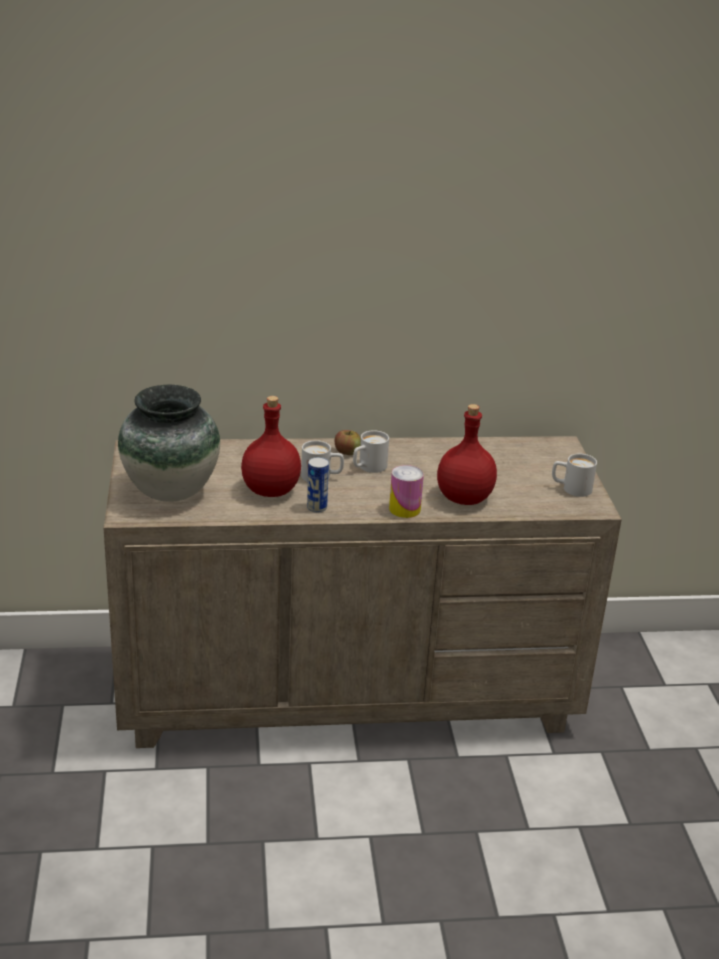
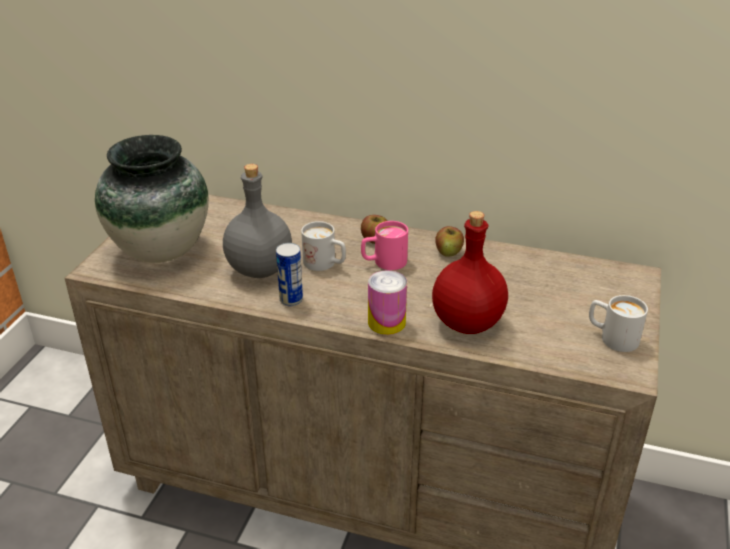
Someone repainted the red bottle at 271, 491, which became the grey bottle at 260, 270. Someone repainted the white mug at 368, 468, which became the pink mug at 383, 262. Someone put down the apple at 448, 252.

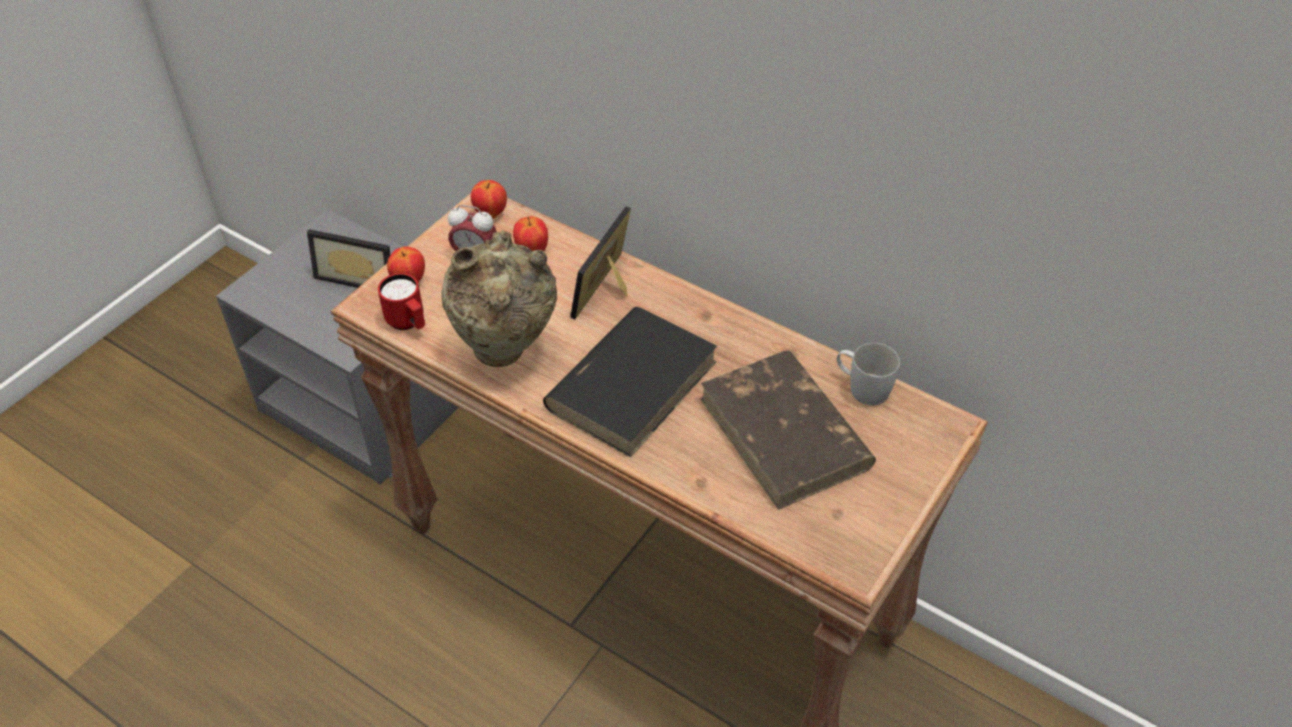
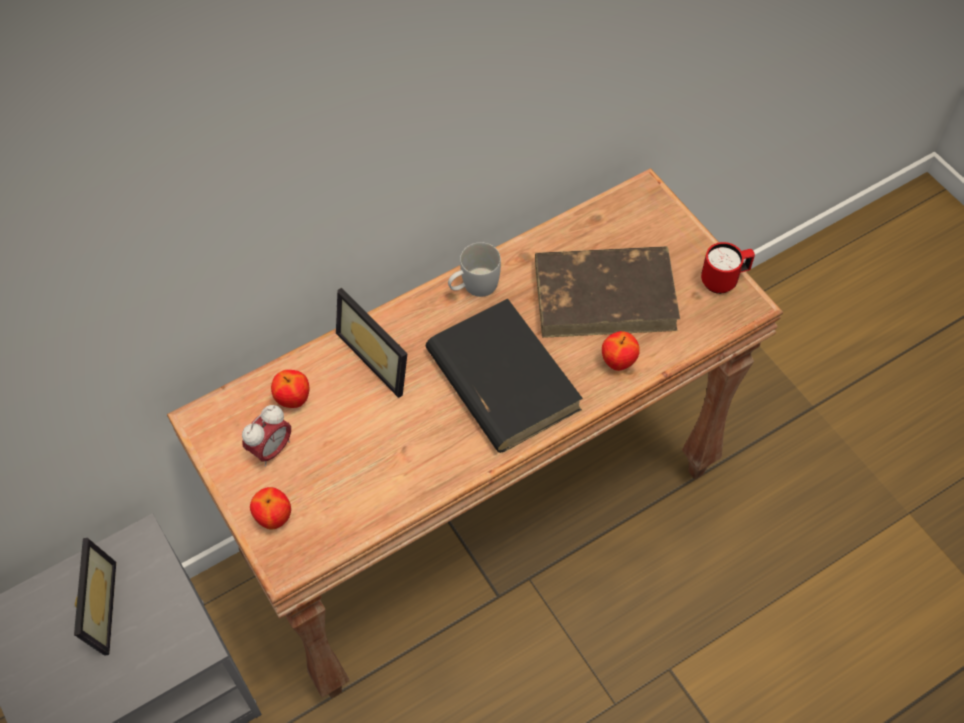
Someone rotated the picture frame at 359, 276 by 45 degrees counterclockwise. Someone carried the red mug from 408, 323 to 724, 280. Someone took away the beige vase at 506, 353. Someone carried the apple from 490, 214 to 618, 362. Someone carried the white mug from 861, 387 to 473, 286.

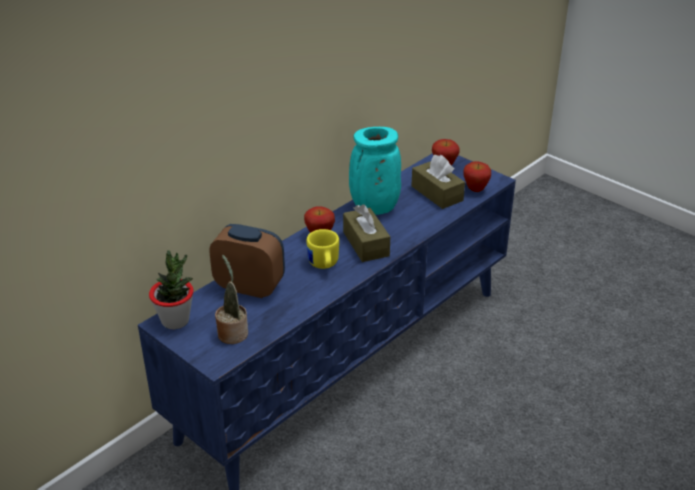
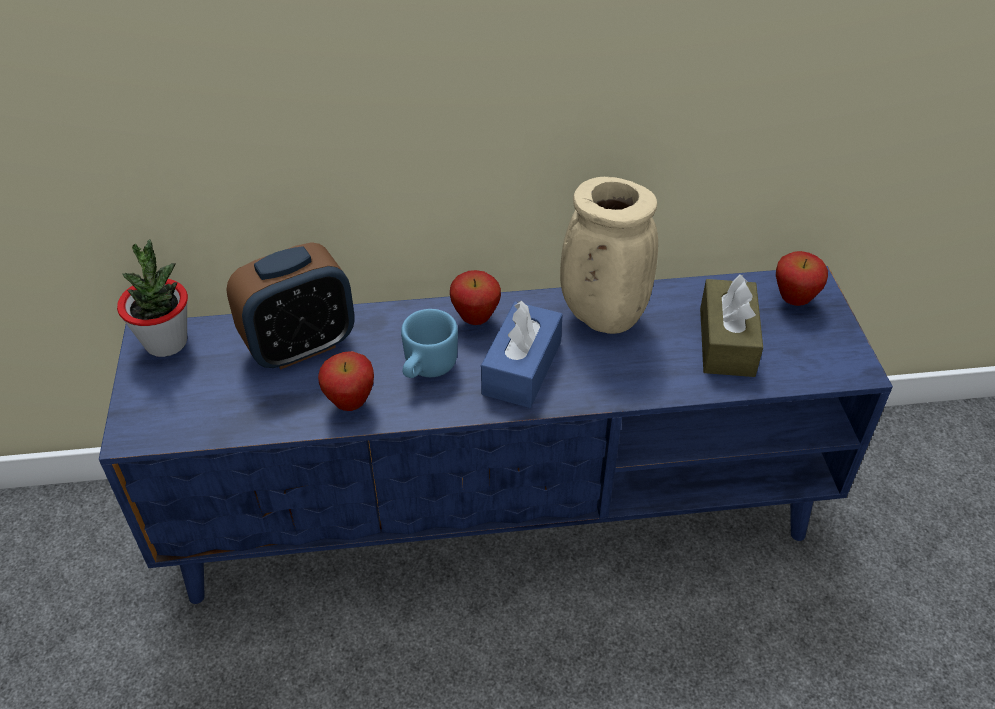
Someone rotated the alarm clock at 250, 287 by 90 degrees clockwise. Someone took away the potted plant at 232, 332. Someone repainted the yellow mug at 323, 265, which became the blue mug at 426, 369. Someone repainted the brown tissue box at 366, 244, which became the blue tissue box at 522, 368. Someone repainted the turquoise vase at 373, 209, which became the beige vase at 600, 317. Someone carried the apple from 475, 190 to 350, 403.

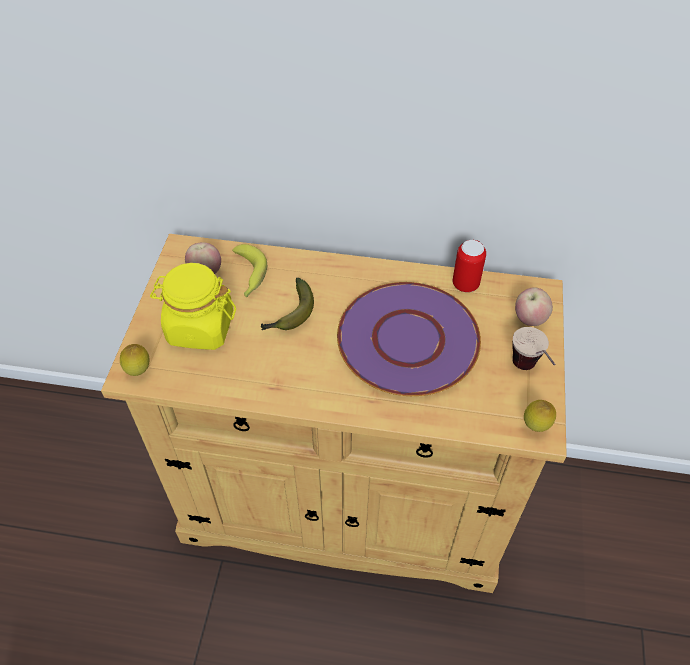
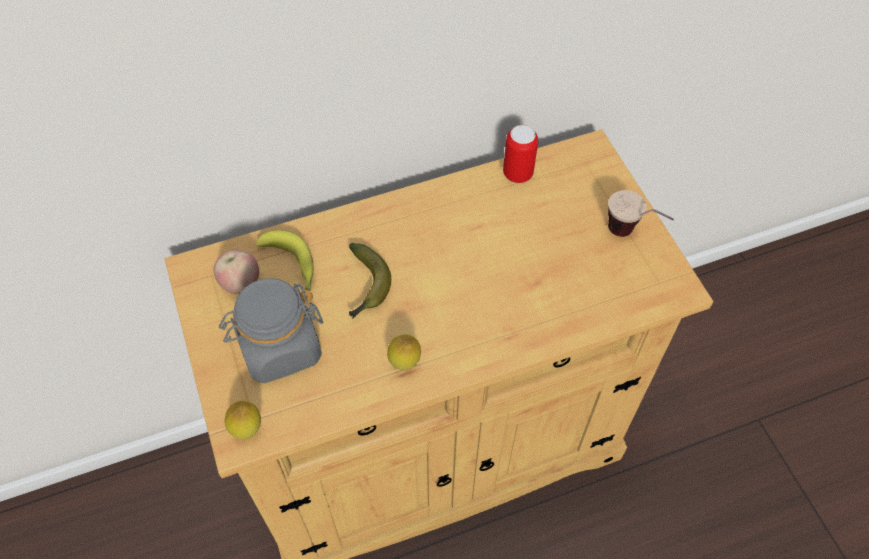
Someone repainted the yellow jar at 200, 328, which became the grey jar at 279, 348. Someone took away the purple plate at 407, 340. Someone took away the apple at 529, 319. Someone carried the lemon from 535, 427 to 404, 363.

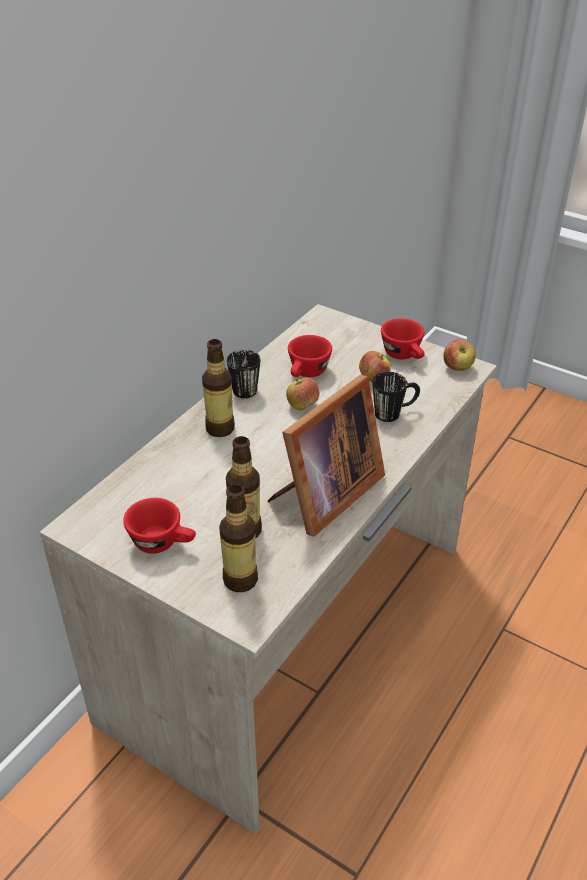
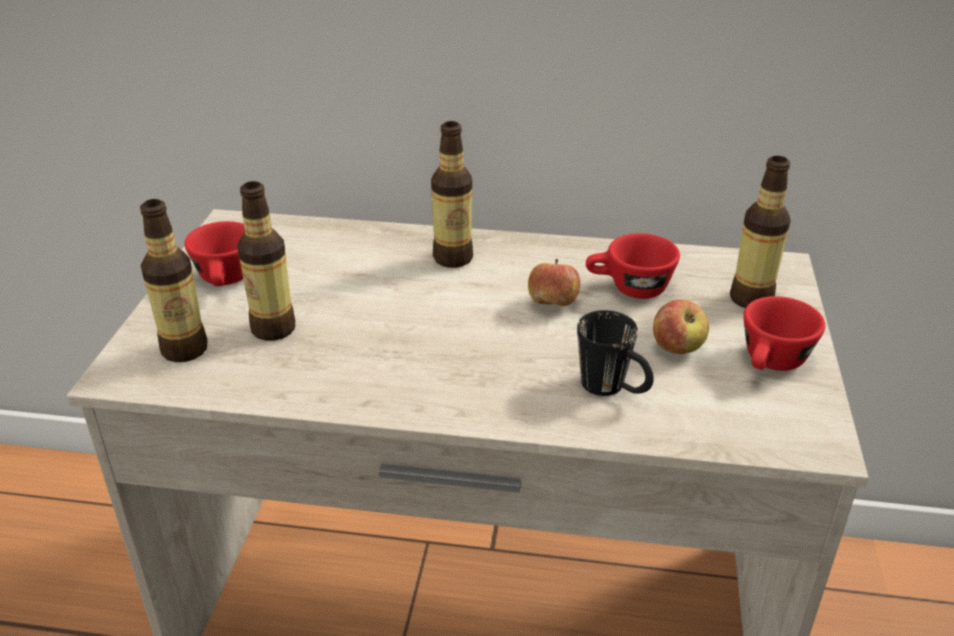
Someone took away the black mug at 245, 386. Someone took away the picture frame at 324, 496. Someone took away the apple at 457, 368. Someone put down the bottle at 750, 299.

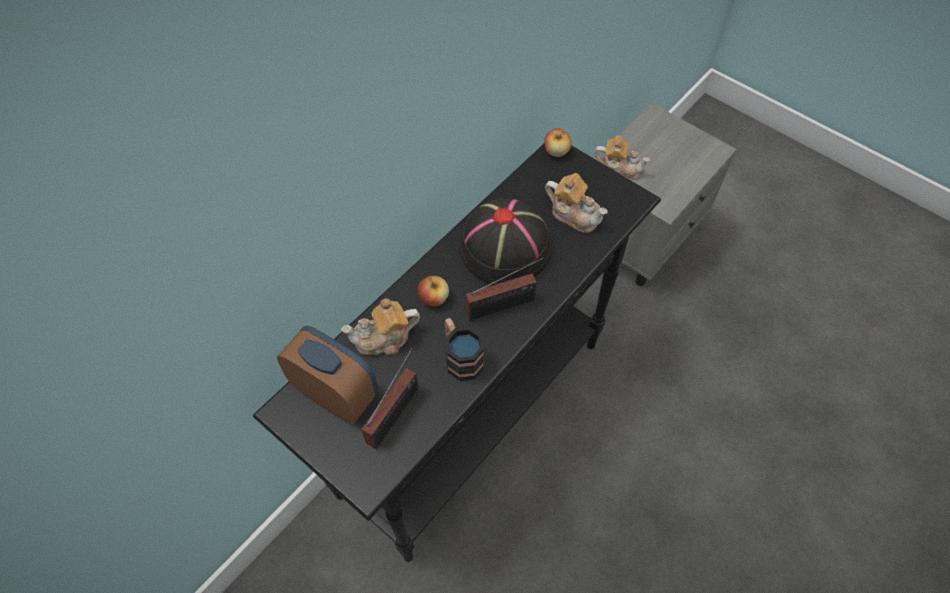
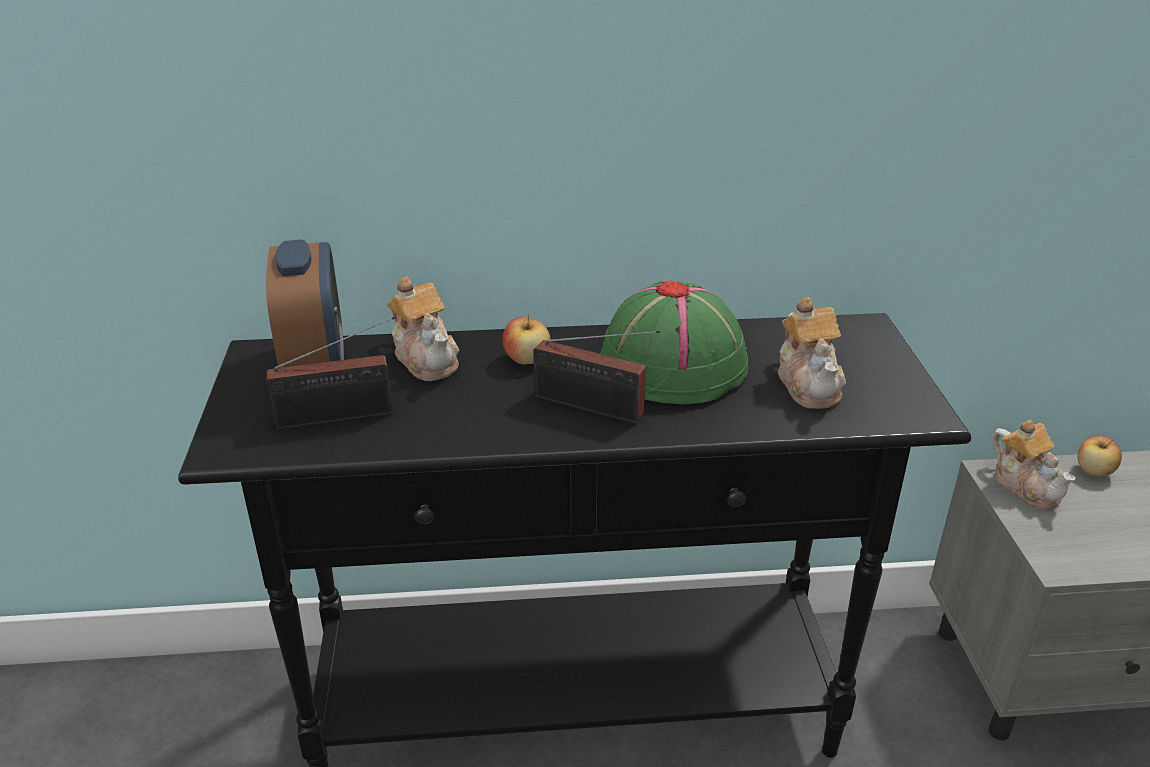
Someone rotated the teapot at 384, 339 by 150 degrees counterclockwise. Someone took away the mug at 460, 357. Someone repainted the black hat at 505, 248, which became the green hat at 673, 365. Someone carried the apple from 556, 151 to 1094, 471.

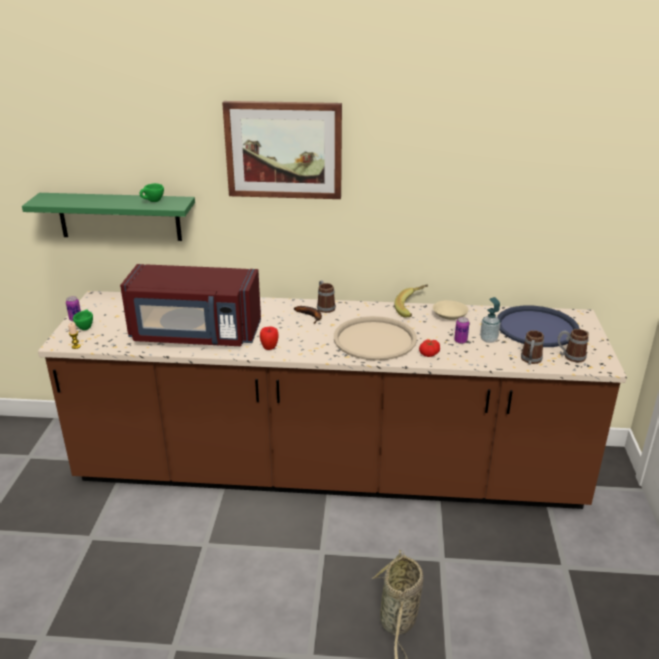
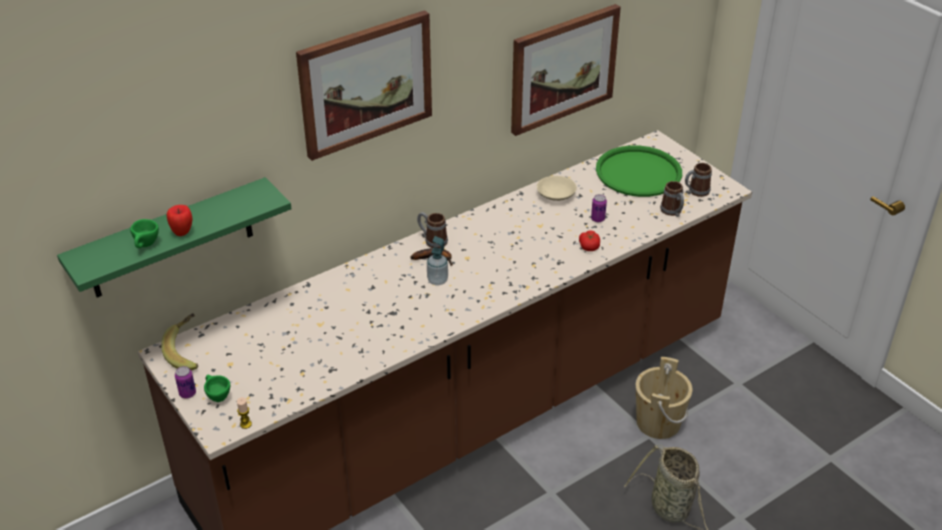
Someone took away the red microwave at 195, 334. Someone carried the green cup from 152, 202 to 146, 246. Someone carried the apple from 269, 348 to 182, 233. Someone took away the beige tray at 375, 339. Someone carried the banana from 412, 309 to 188, 352. Someone carried the soap dispenser from 488, 339 to 437, 280. Someone repainted the blue tray at 536, 327, which became the green tray at 638, 172. Someone put up the picture at 563, 68. Someone put down the beige bucket at 658, 422.

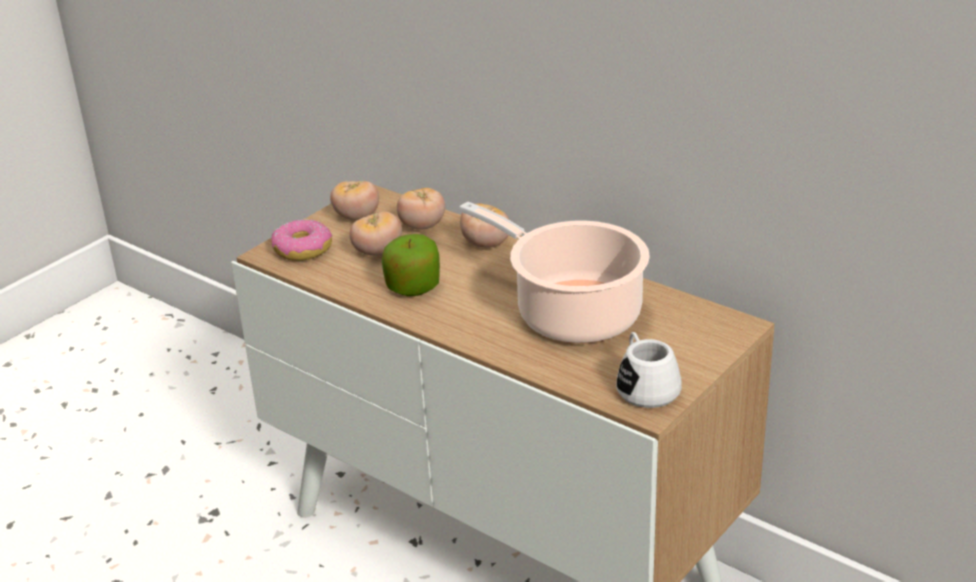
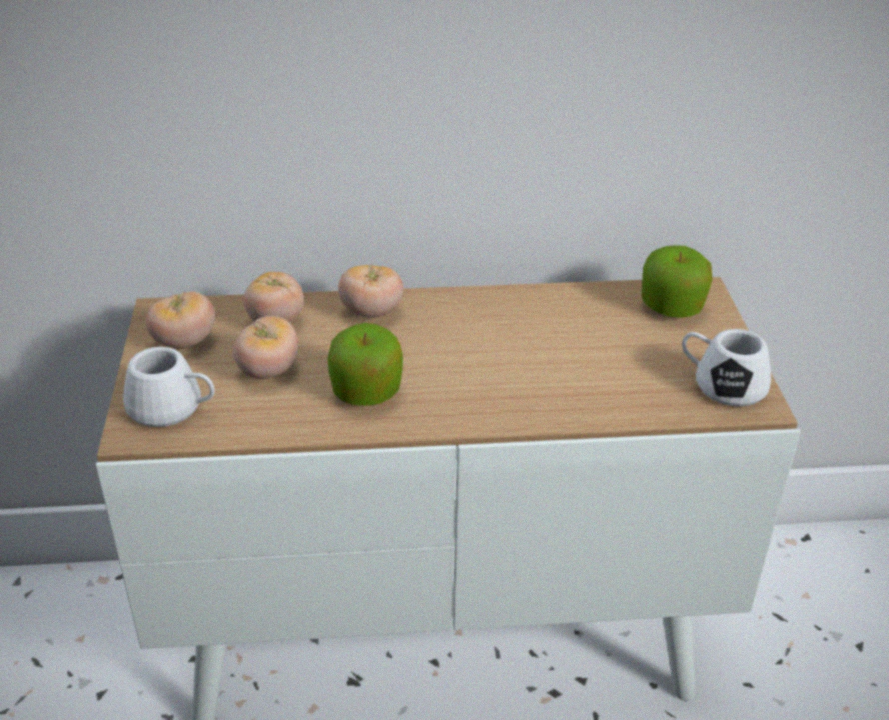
Someone swapped the donut at 302, 250 for the white mug at 173, 408. Someone took away the cooking pot at 571, 313. Someone put down the apple at 671, 307.

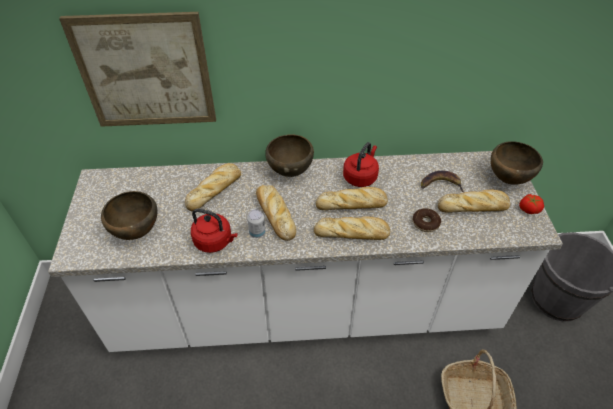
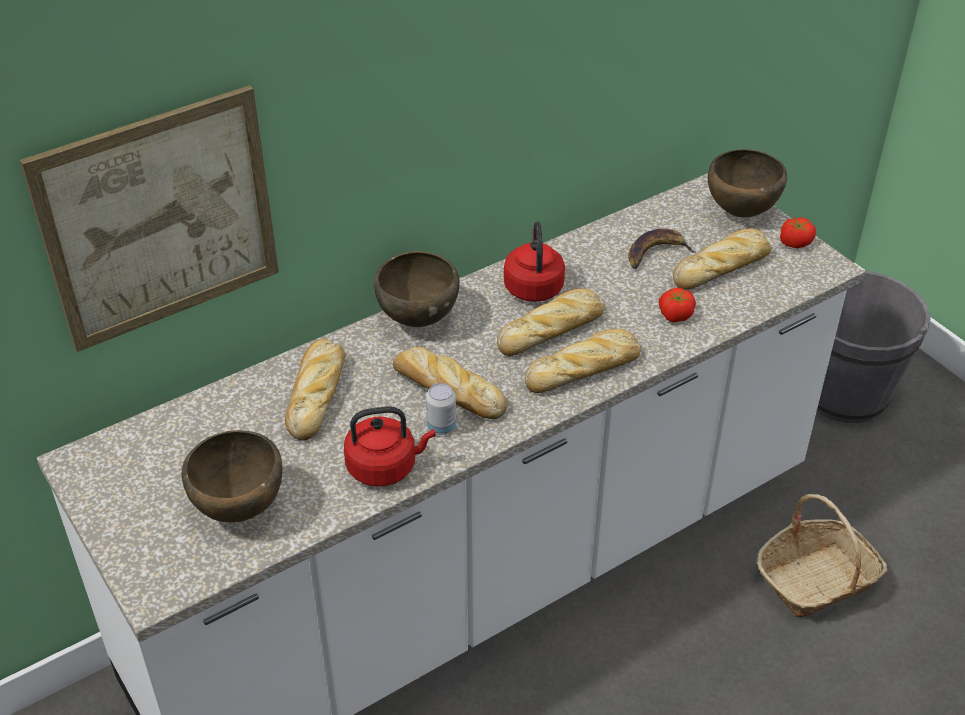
Someone swapped the donut at 425, 223 for the tomato at 675, 314.

